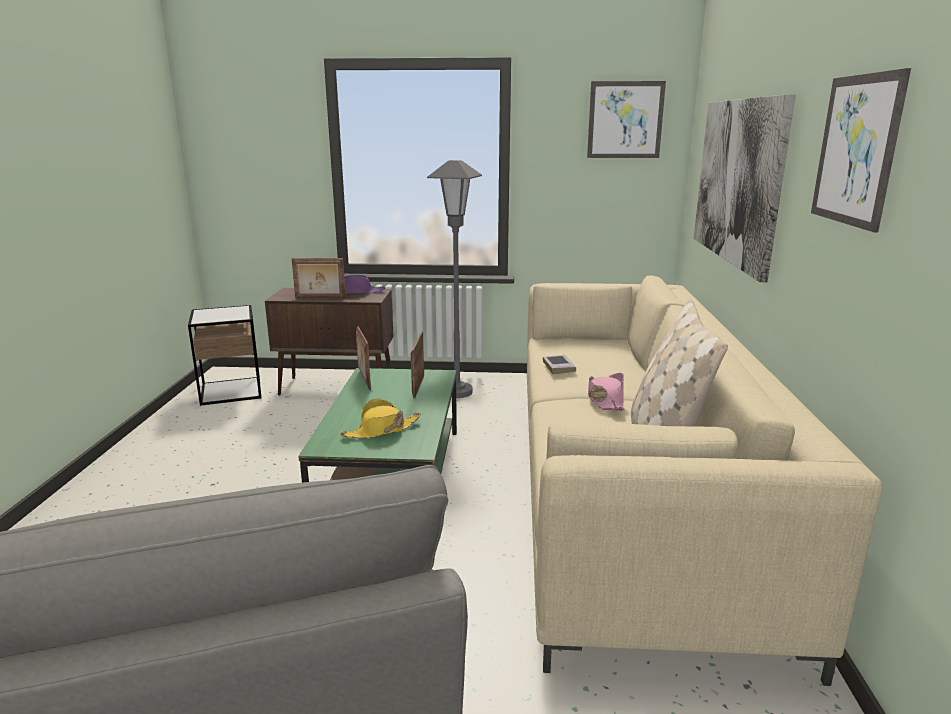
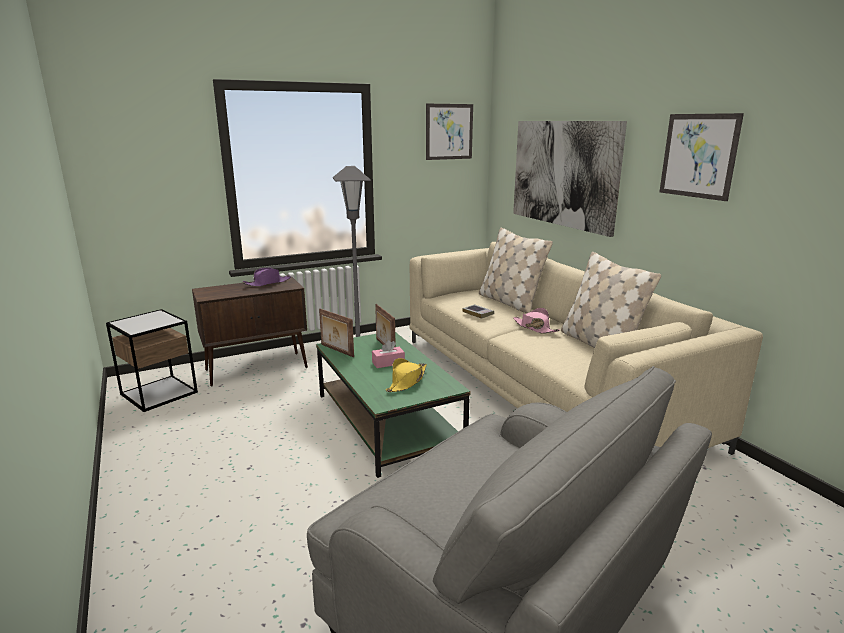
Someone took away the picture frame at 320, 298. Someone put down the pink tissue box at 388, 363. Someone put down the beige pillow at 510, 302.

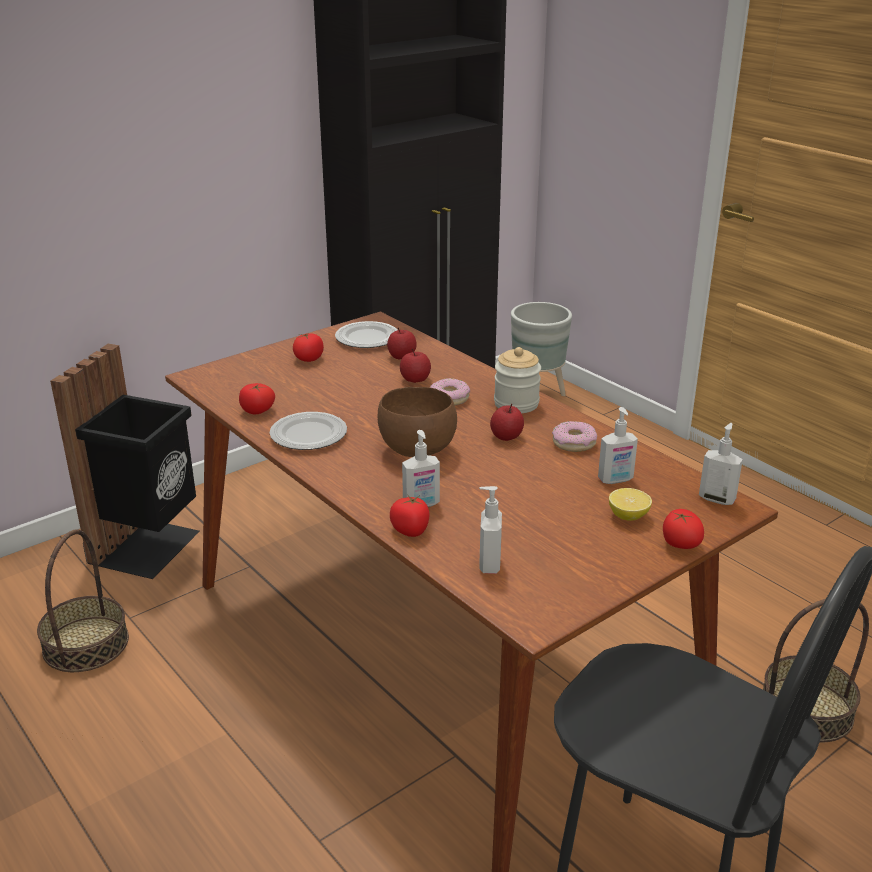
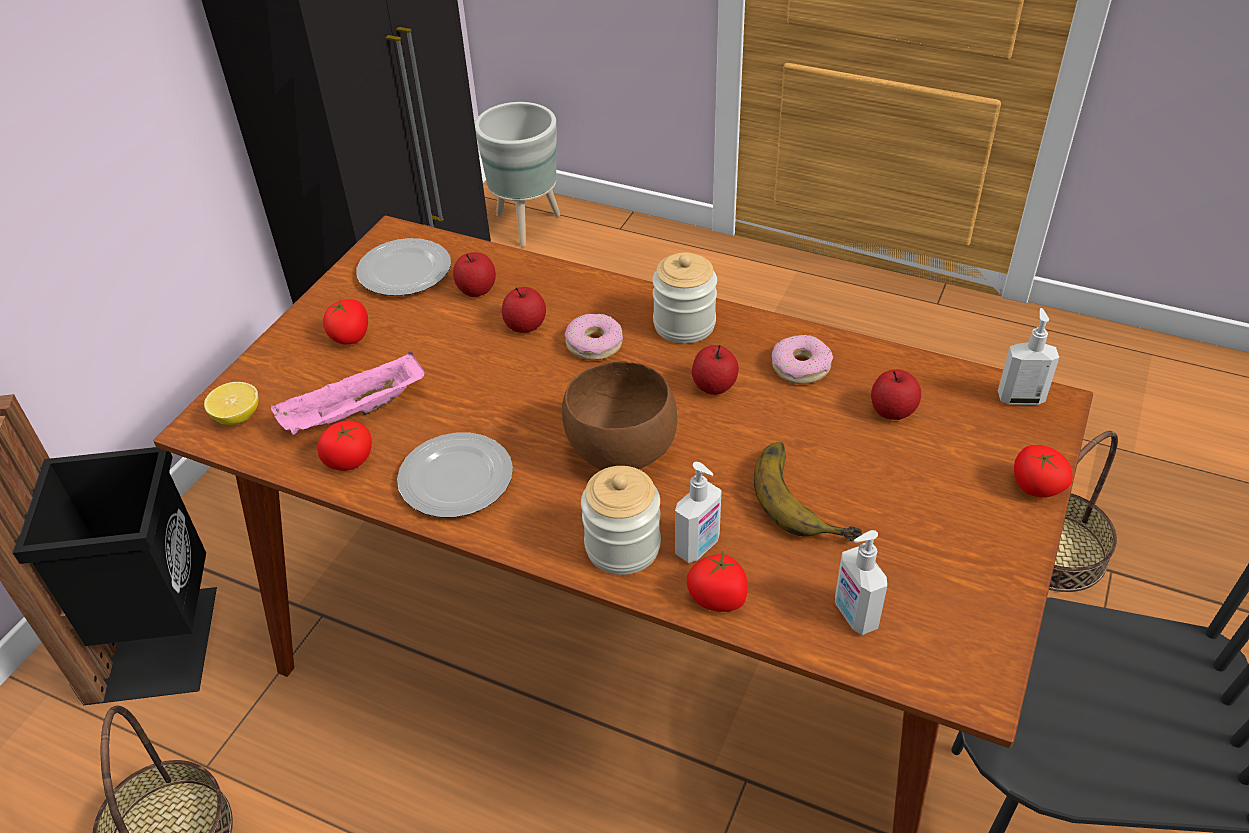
Someone swapped the soap dispenser at 615, 480 for the apple at 892, 411. Someone carried the lemon from 628, 516 to 237, 417. Someone put down the pink tray at 354, 413. Someone put down the jar at 622, 546. Someone put down the banana at 806, 496.

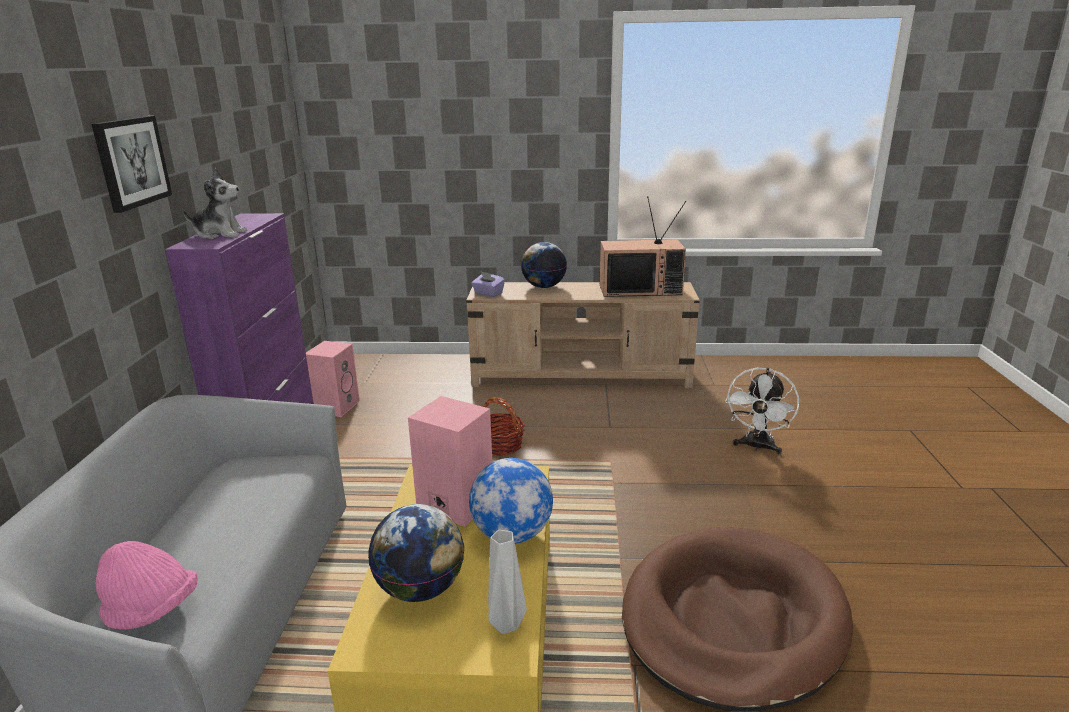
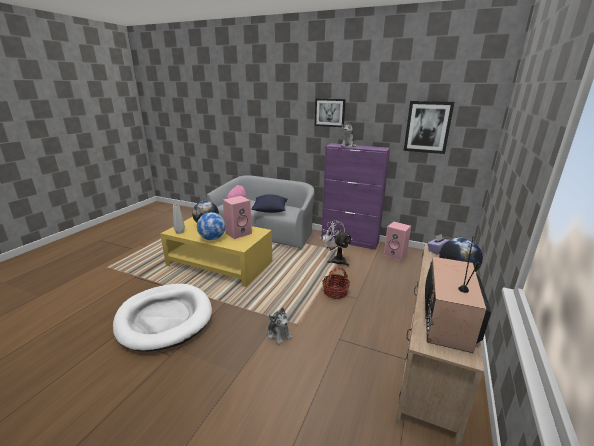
Someone repainted the brown dog bed at 732, 620, which became the white dog bed at 165, 318. Someone carried the white fan from 757, 447 to 335, 260. Someone put down the blue pillow at 270, 210. Someone put down the plush toy at 279, 334. Someone put up the picture at 427, 127.

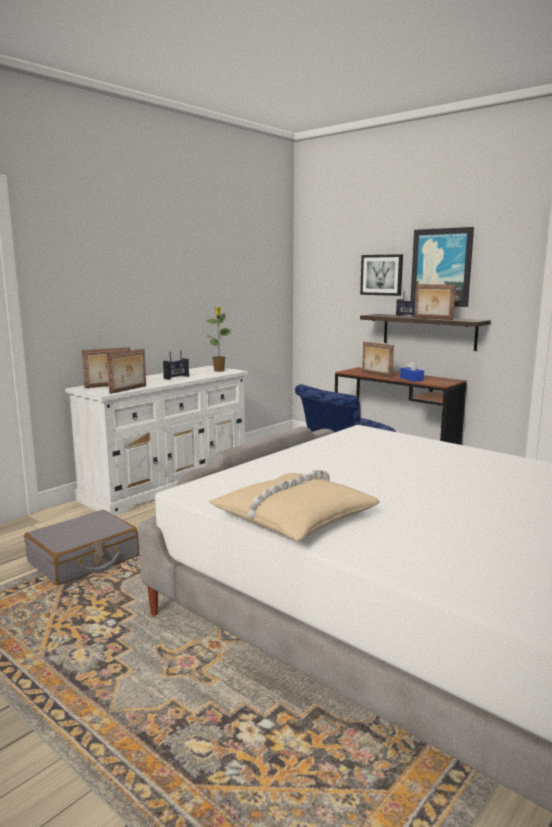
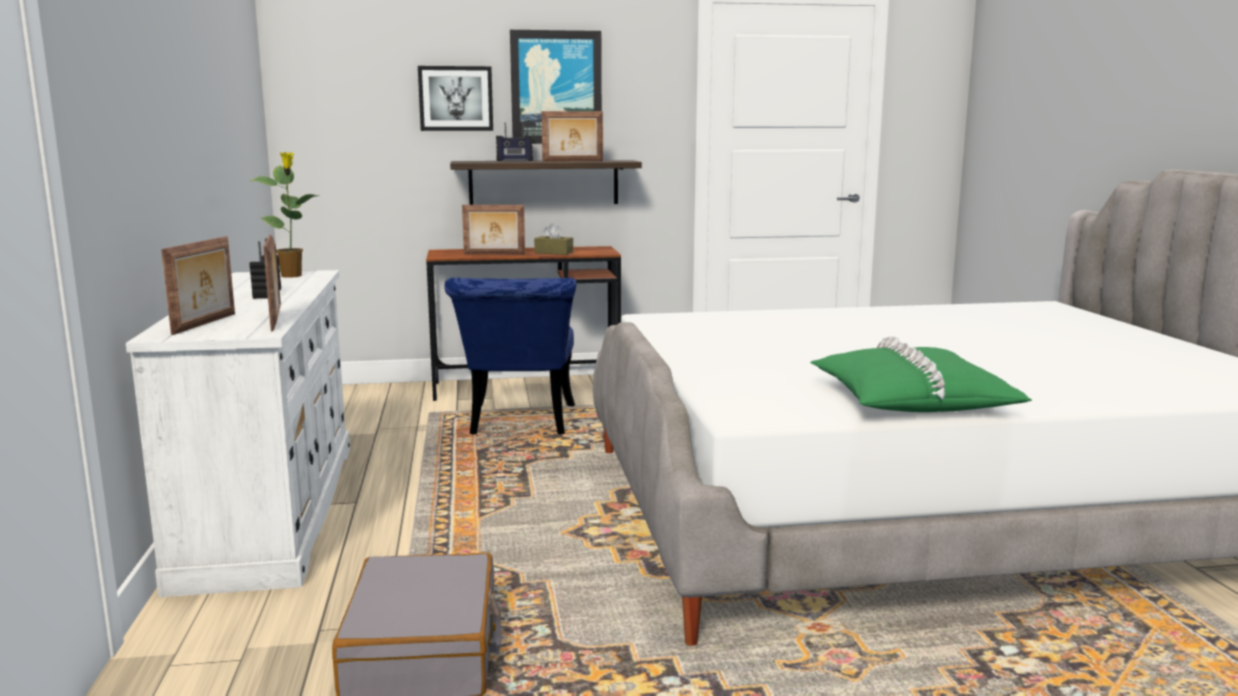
Someone repainted the beige pillow at 293, 517, which became the green pillow at 910, 400. Someone repainted the blue tissue box at 411, 379, which became the brown tissue box at 554, 253.

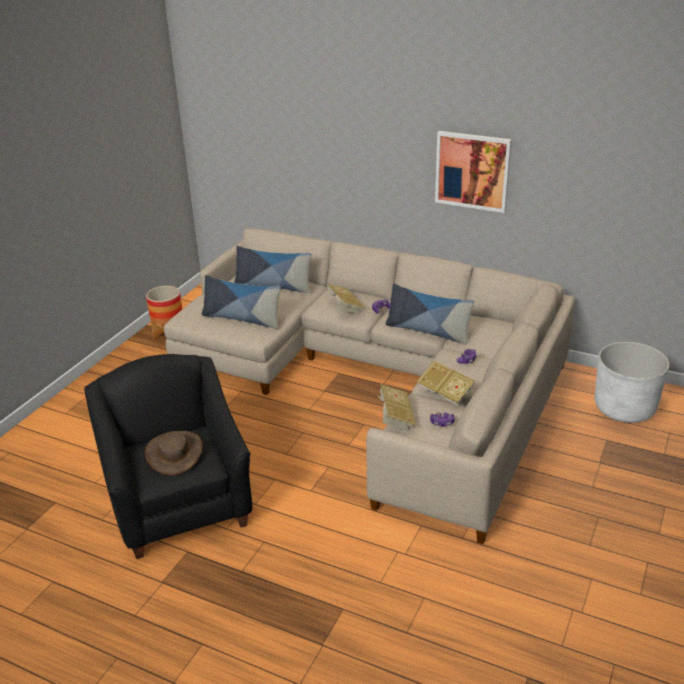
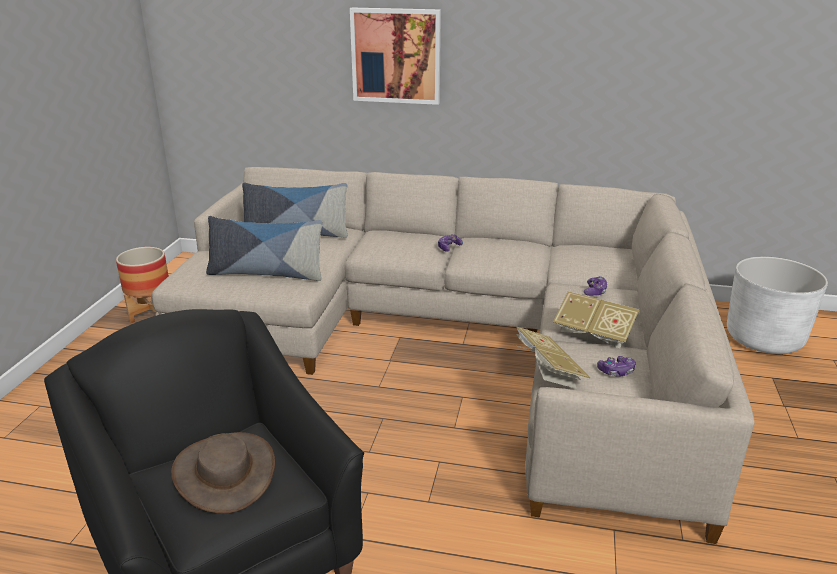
Someone took away the book at 344, 307. Someone took away the pillow at 428, 331. Someone carried the picture from 472, 171 to 396, 56.

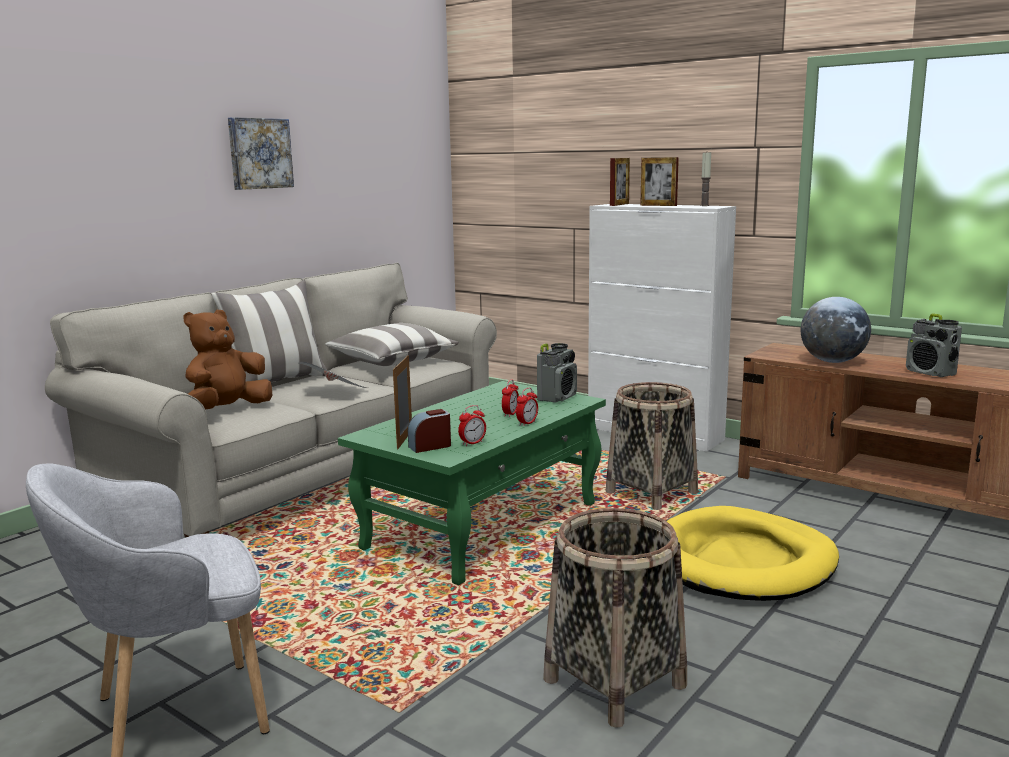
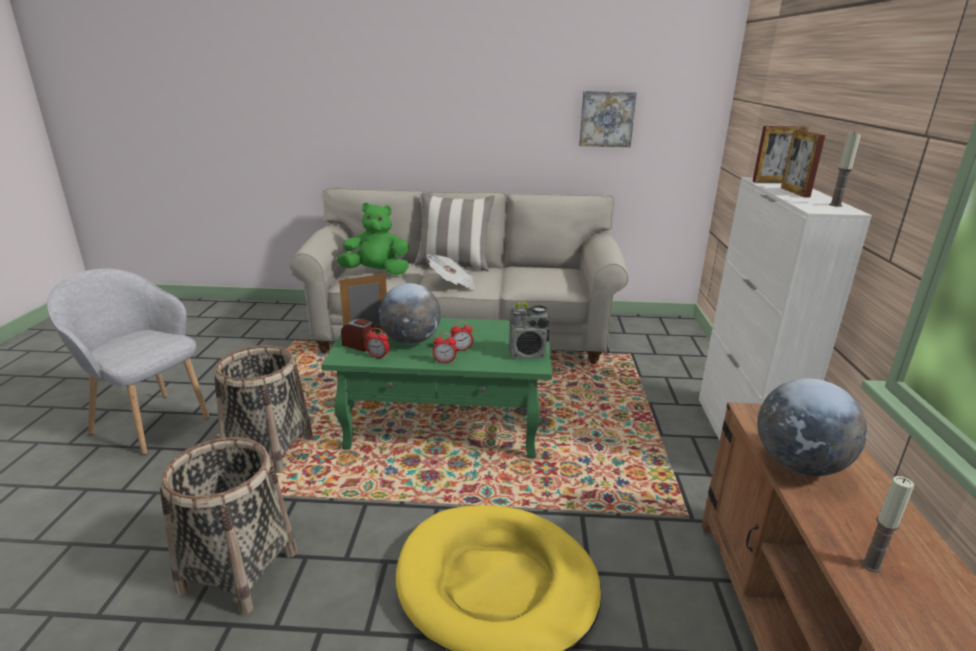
Someone repainted the brown plush toy at 227, 410, which became the green plush toy at 377, 272. Someone carried the picture from 259, 153 to 606, 119. Someone took away the pillow at 392, 361. Someone carried the basket from 651, 493 to 269, 449. Someone swapped the radio at 930, 373 for the candle at 871, 565. Someone put down the globe at 411, 341.

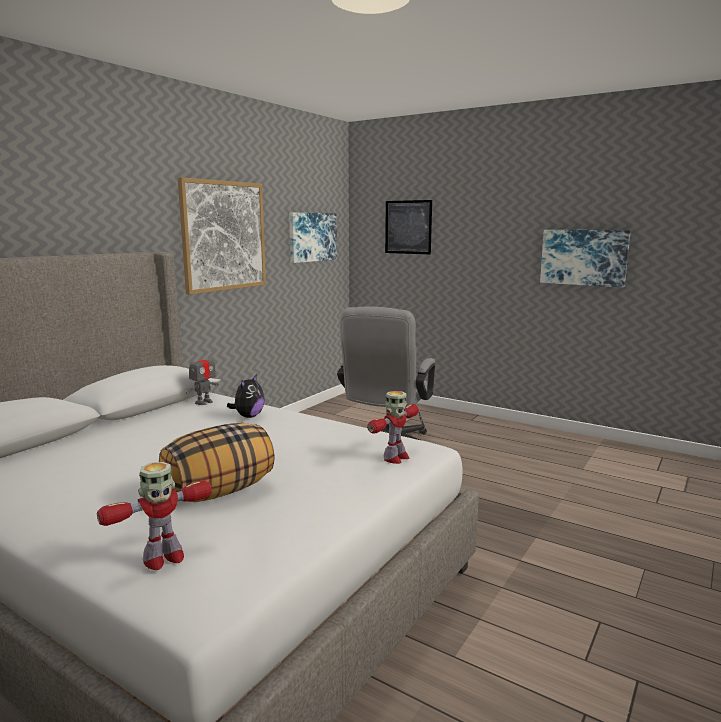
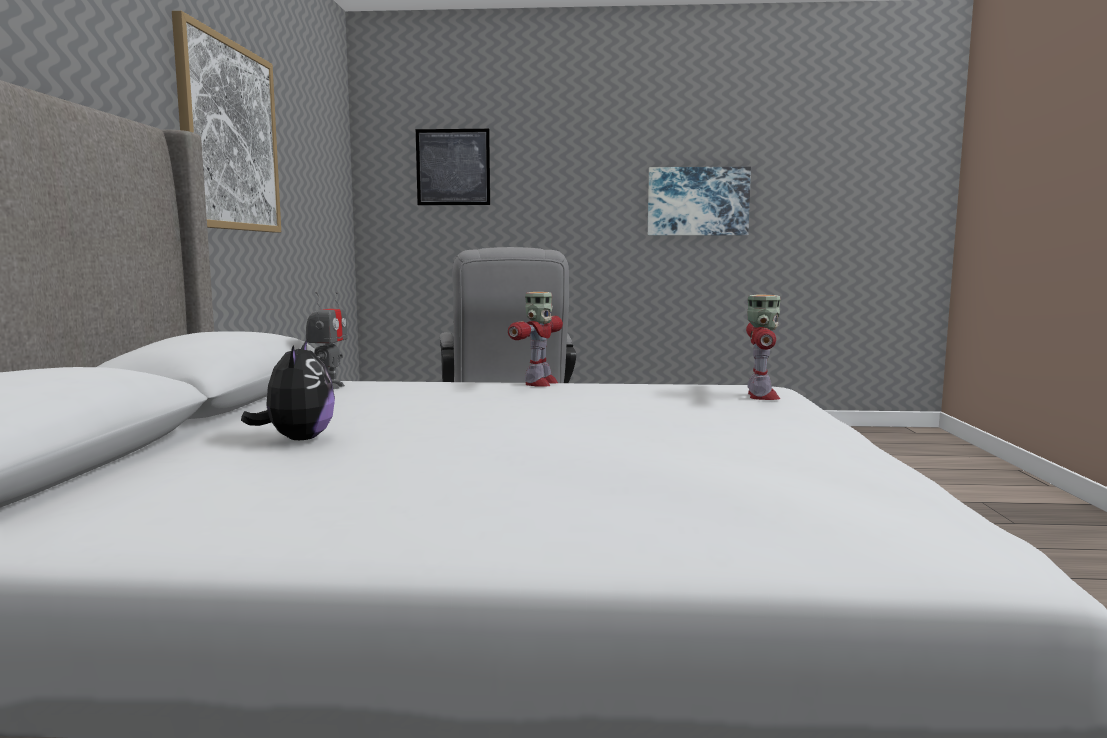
Someone carried the toy robot from 163, 559 to 539, 383. Someone took away the pillow at 219, 491. Someone carried the plush toy from 248, 416 to 297, 439. Someone took away the picture at 312, 237.

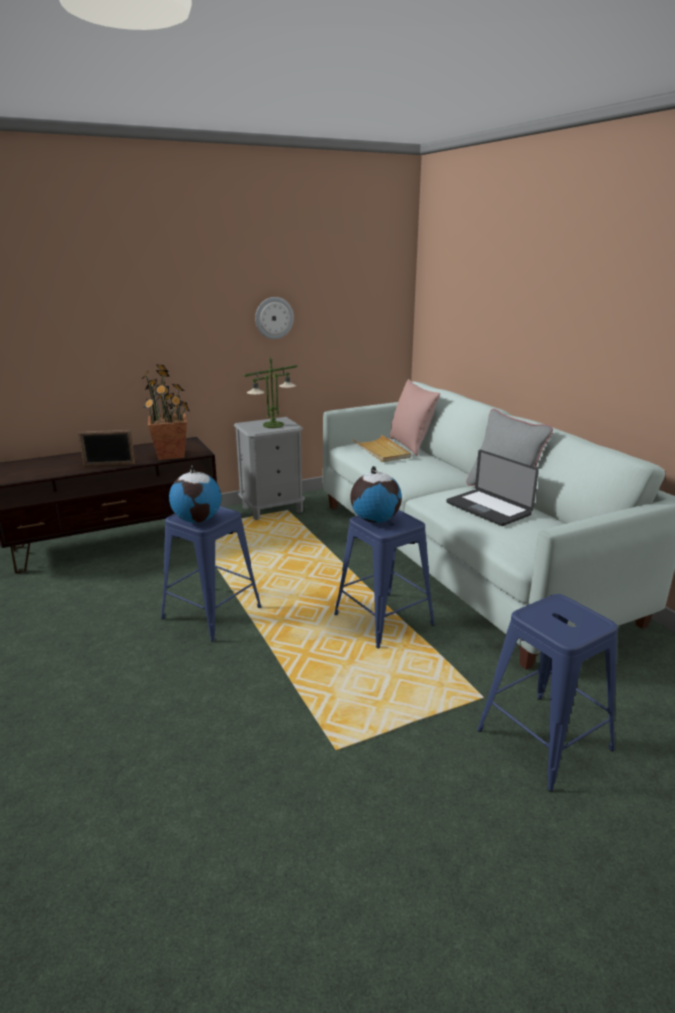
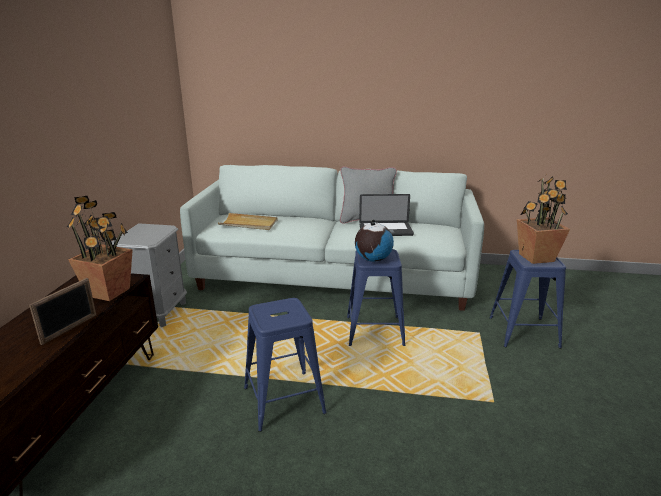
Someone took away the globe at 198, 520. Someone took away the table lamp at 273, 425. Someone took away the wall clock at 274, 318. Someone took away the pink pillow at 411, 445. Someone put down the potted plant at 536, 257.

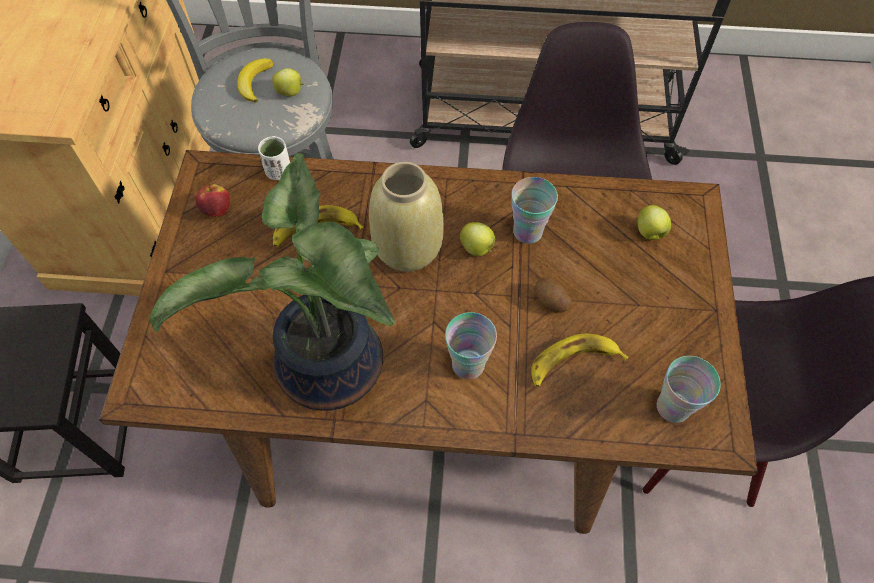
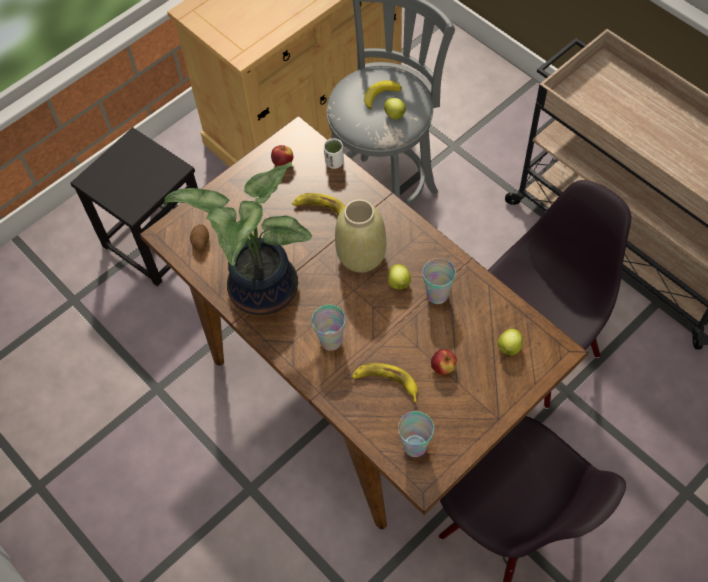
Someone carried the potato from 550, 301 to 200, 241. Someone put down the apple at 443, 367.

